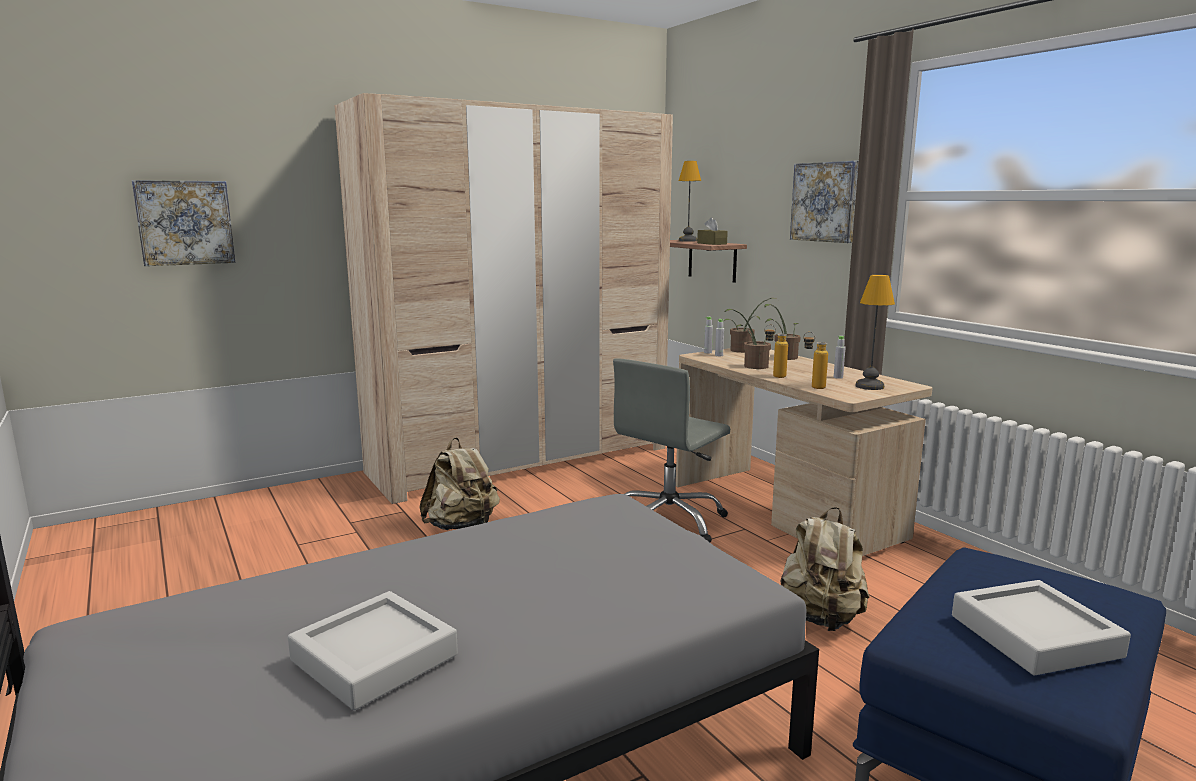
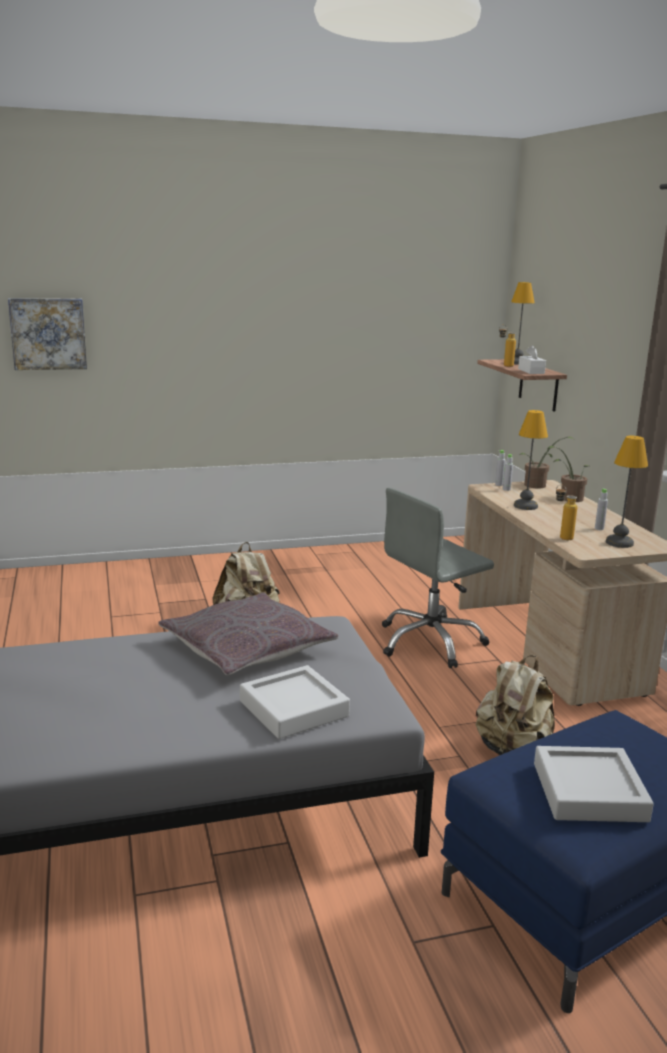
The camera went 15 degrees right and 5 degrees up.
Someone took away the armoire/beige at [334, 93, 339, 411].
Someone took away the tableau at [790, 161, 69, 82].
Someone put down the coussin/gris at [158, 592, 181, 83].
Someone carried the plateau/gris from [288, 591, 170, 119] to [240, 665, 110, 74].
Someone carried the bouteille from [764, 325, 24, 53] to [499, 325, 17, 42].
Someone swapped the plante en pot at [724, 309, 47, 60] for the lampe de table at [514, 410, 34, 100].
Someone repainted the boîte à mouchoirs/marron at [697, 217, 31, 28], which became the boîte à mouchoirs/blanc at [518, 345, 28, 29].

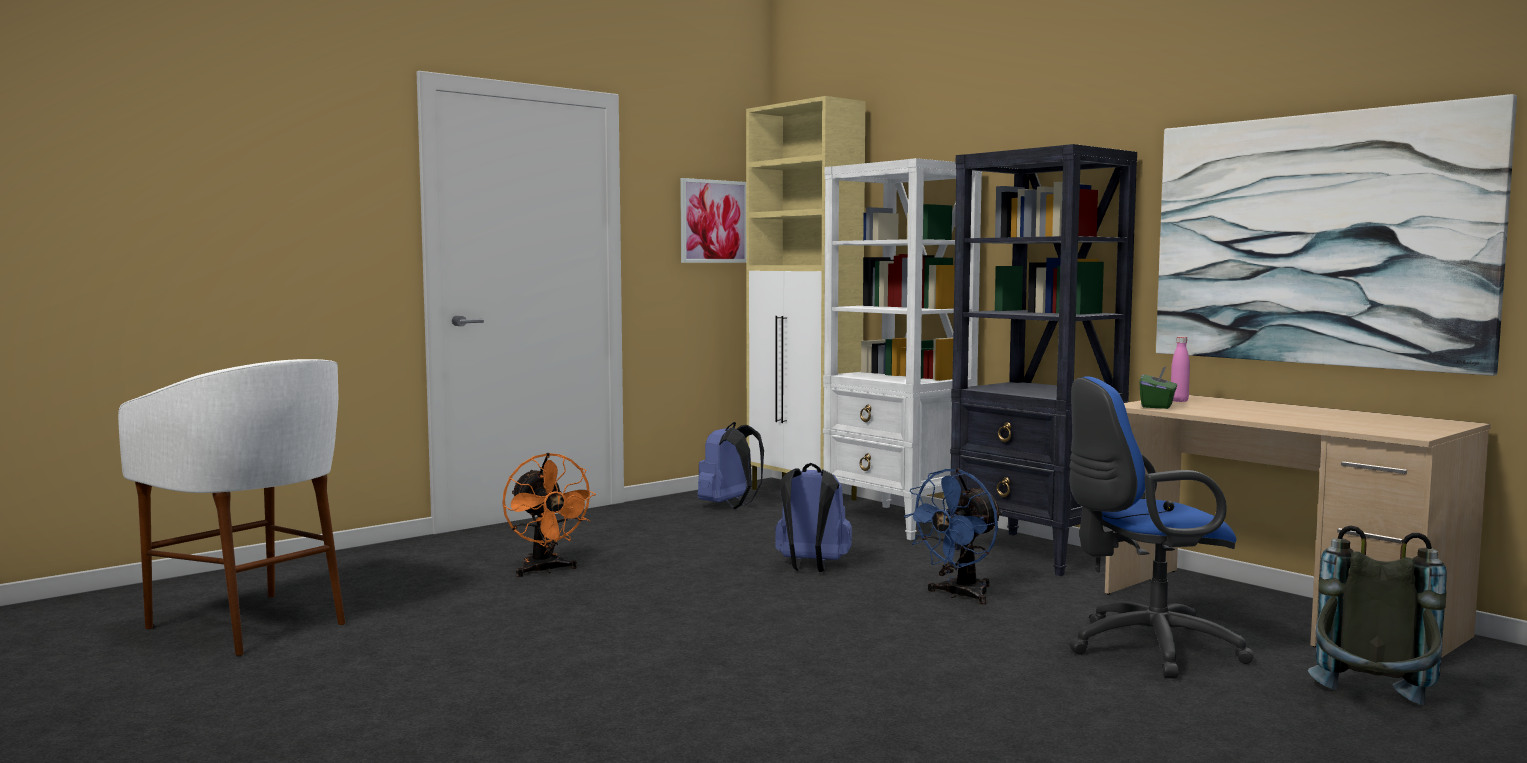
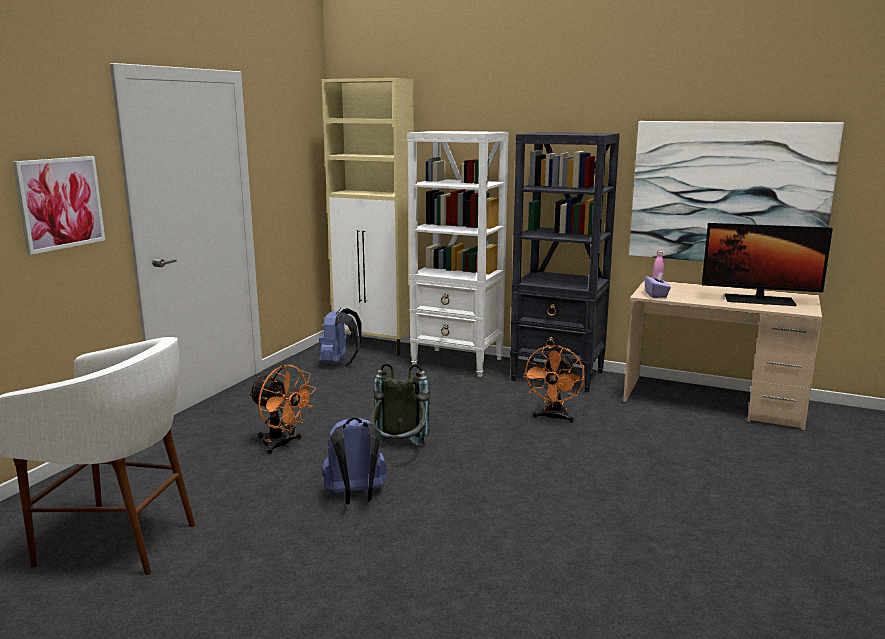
The camera went 25 degrees left and 10 degrees up.
Someone took away the chaise de bureau/bleu at [1069, 376, 185, 303].
Someone put down the écran d'ordinateur at [702, 223, 131, 83].
Someone carried the tableau from [680, 178, 66, 85] to [13, 156, 92, 99].
Someone carried the sac à dos/bleu from [775, 463, 77, 109] to [323, 417, 64, 88].
Someone carried the sac à dos/gris from [1308, 526, 139, 179] to [370, 363, 60, 83].
Someone repainted the ventilateur/bleu at [904, 469, 99, 135], which became the ventilateur/orange at [523, 345, 62, 78].
Someone repainted the boîte à mouchoirs/vert at [1140, 366, 37, 43], which became the boîte à mouchoirs/violet at [644, 272, 27, 26].

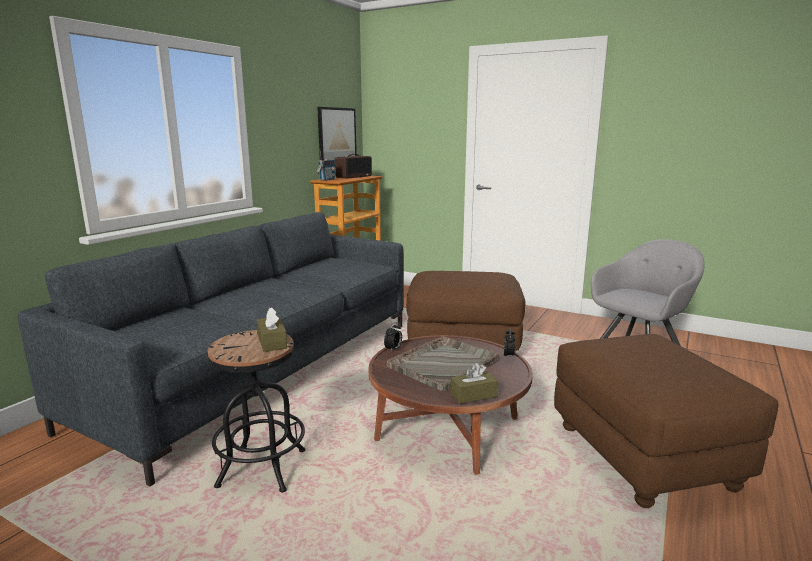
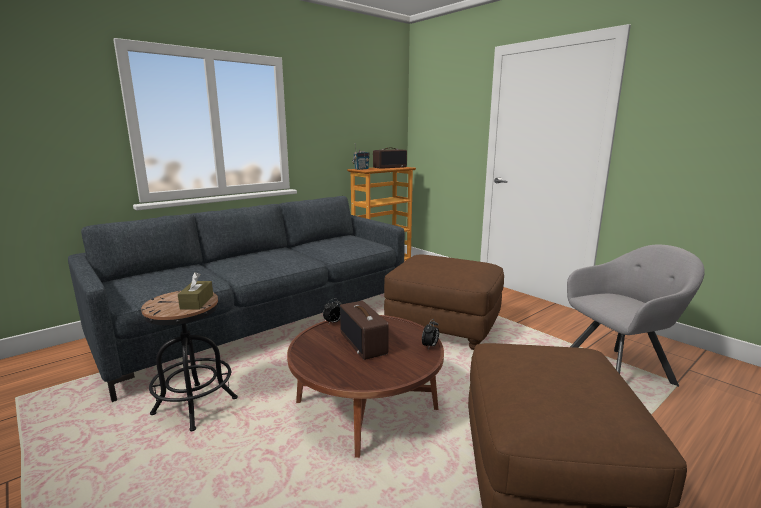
The camera went 20 degrees right and 0 degrees up.
Someone took away the tableau at [317, 107, 40, 54].
Someone took away the boîte à mouchoirs/marron at [450, 363, 48, 41].
Someone swapped the plateau/gris at [386, 336, 113, 56] for the radio at [340, 301, 49, 59].

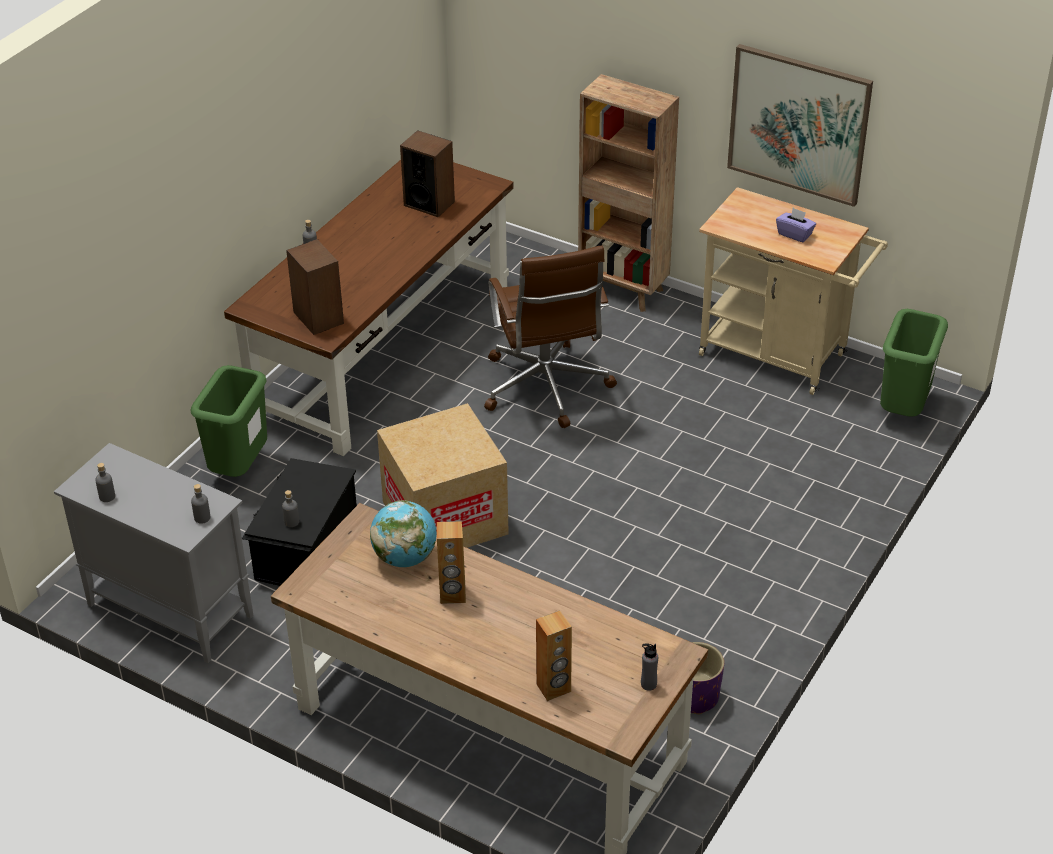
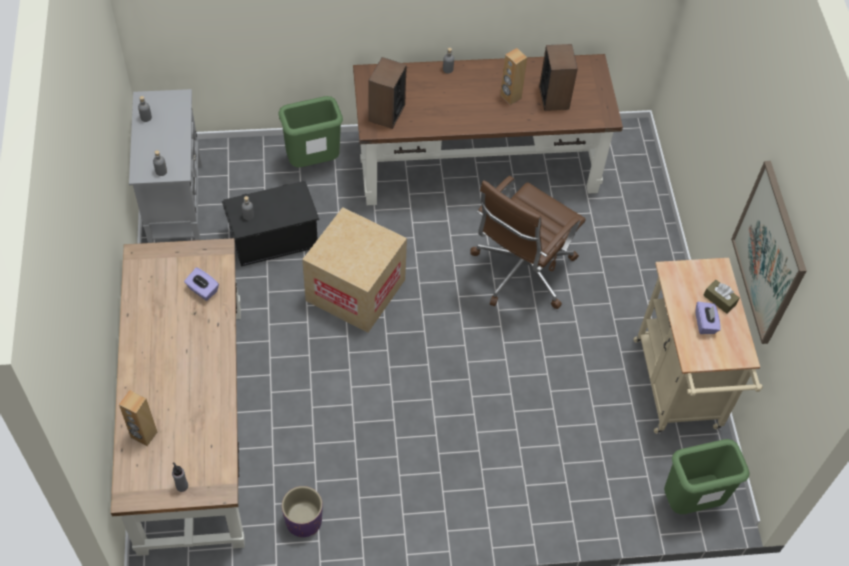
The camera went 50 degrees right and 15 degrees up.
Someone took away the bibliothèque/marron at [578, 74, 101, 238].
Someone put down the boîte à mouchoirs/marron at [703, 280, 37, 34].
Someone carried the enceinte/marron from [437, 521, 29, 83] to [500, 48, 27, 57].
Someone swapped the globe at [370, 500, 67, 67] for the boîte à mouchoirs/violet at [184, 267, 35, 34].

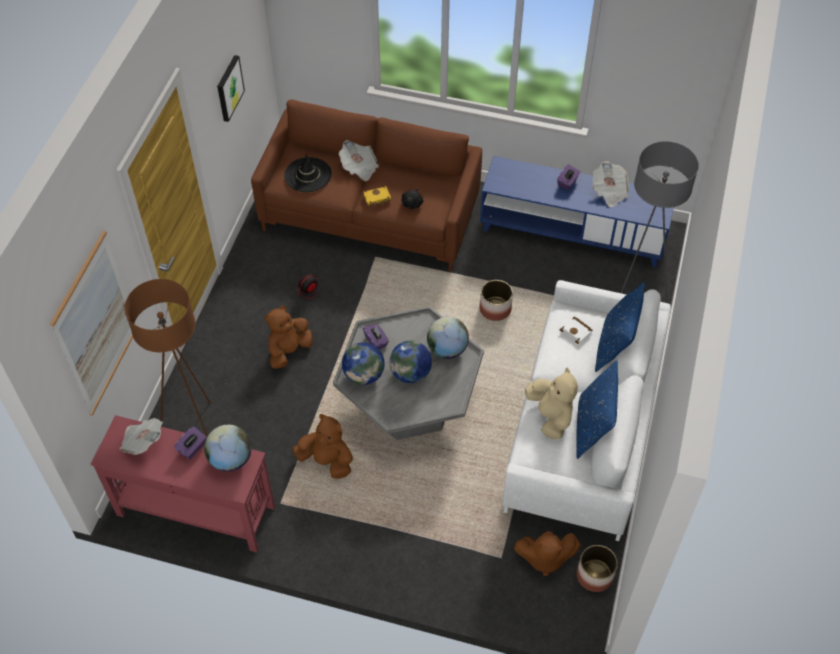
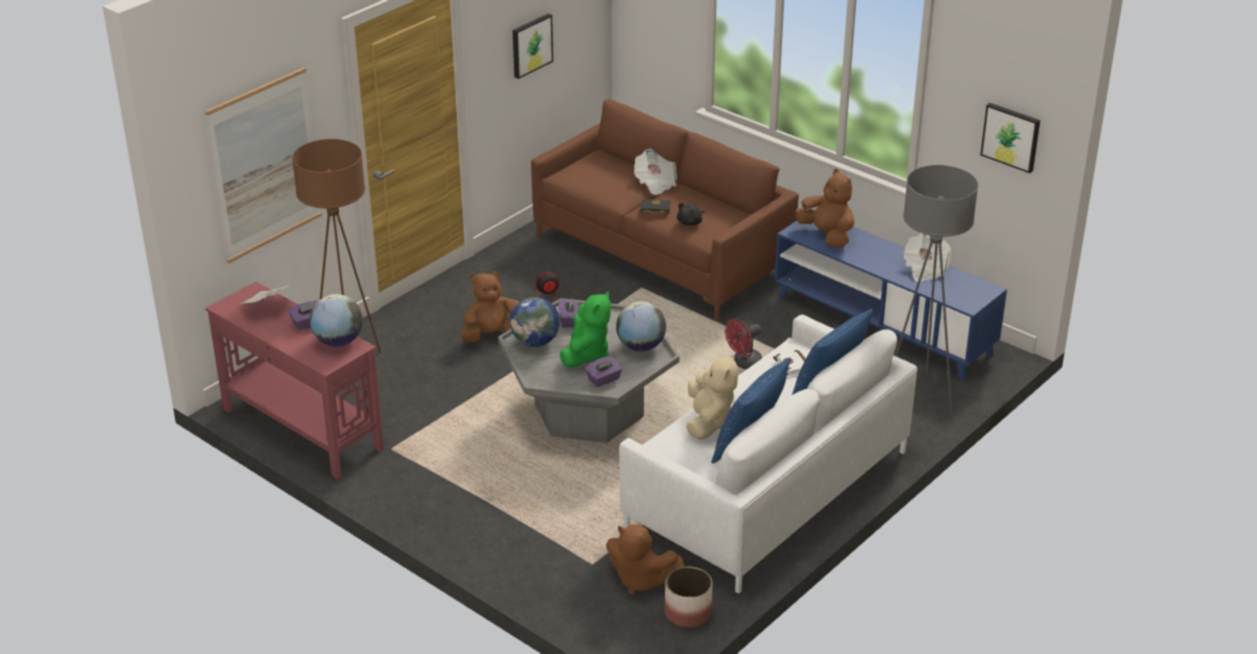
The camera went 25 degrees right and 20 degrees down.
Someone took away the chapeau/noir at [284, 154, 48, 38].
Someone put up the tableau at [980, 103, 60, 70].
Someone carried the peluche/marron from [292, 414, 61, 65] to [795, 169, 59, 79].
Someone carried the boîte à mouchoirs/violet from [557, 164, 23, 26] to [585, 356, 37, 31].
Someone swapped the globe at [389, 341, 43, 42] for the peluche/vert at [560, 291, 51, 77].
Someone swapped the cache-pot at [480, 280, 33, 41] for the ventilateur/rouge at [725, 319, 37, 50].
Someone repainted the livre/jaune at [364, 186, 27, 20], which became the livre/noir at [641, 198, 30, 17].

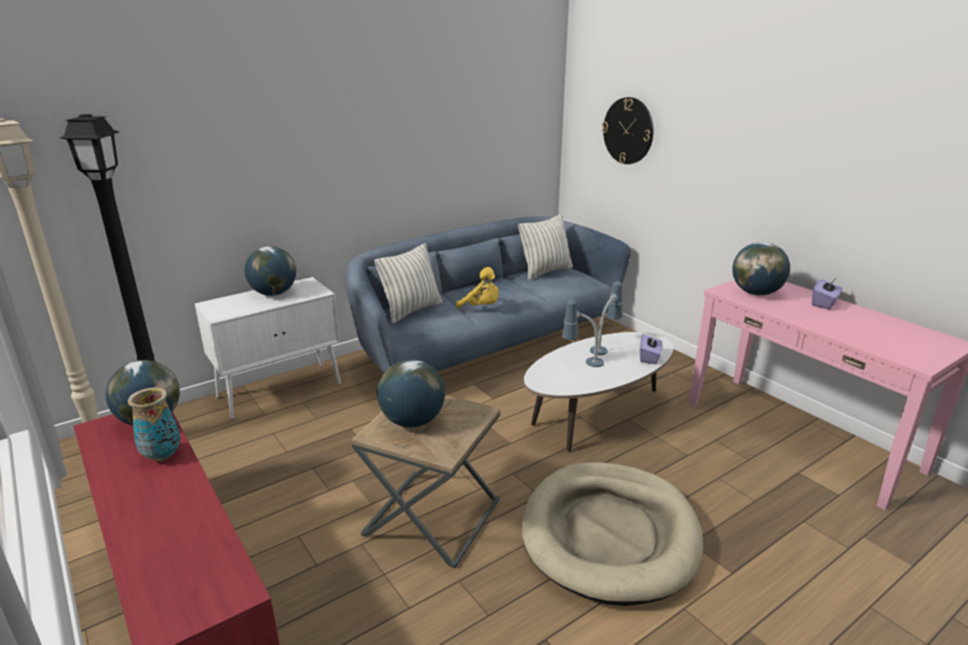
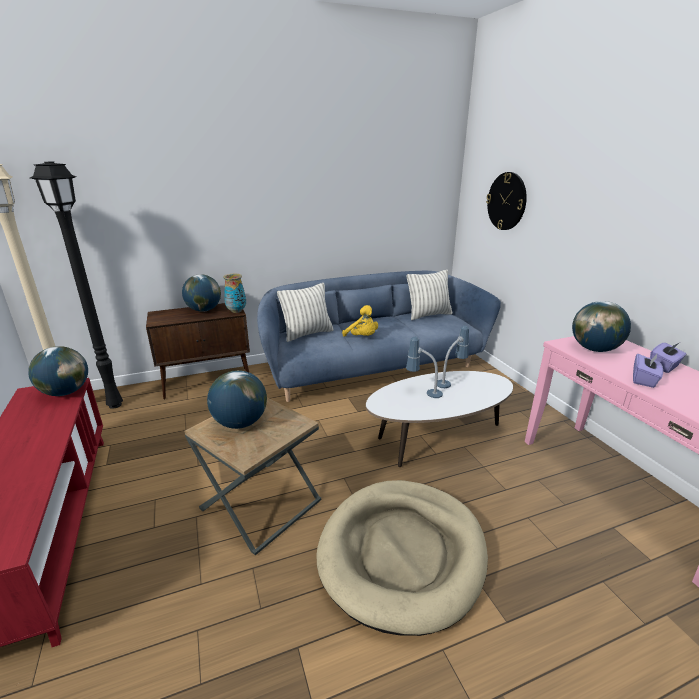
The camera went 15 degrees right and 0 degrees up.
Someone carried the vase from [128, 388, 53, 73] to [223, 274, 23, 39].
Someone carried the boîte à mouchoirs/violet from [640, 333, 23, 31] to [633, 354, 30, 34].
Someone repainted the meuble de rangement/blanc at [195, 277, 146, 143], which became the meuble de rangement/marron at [146, 303, 104, 97].

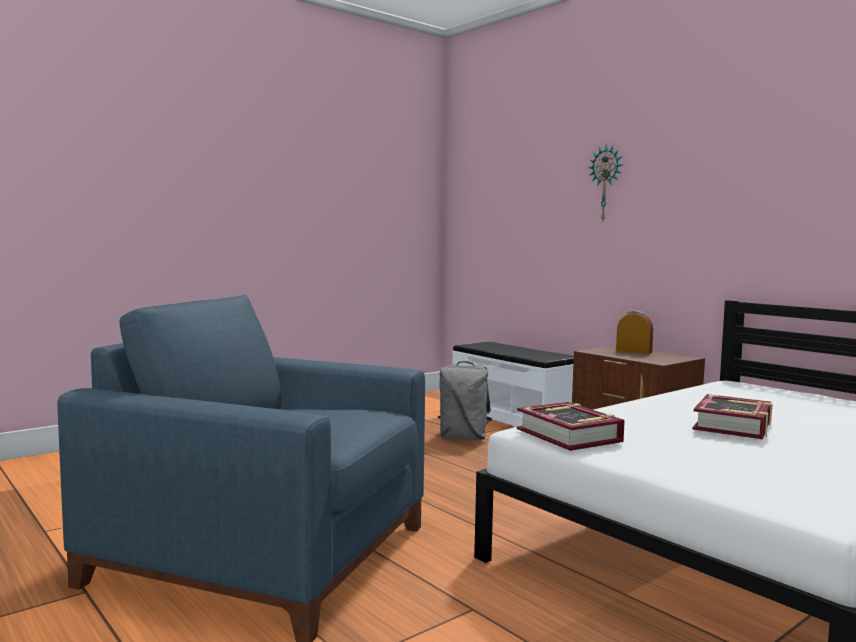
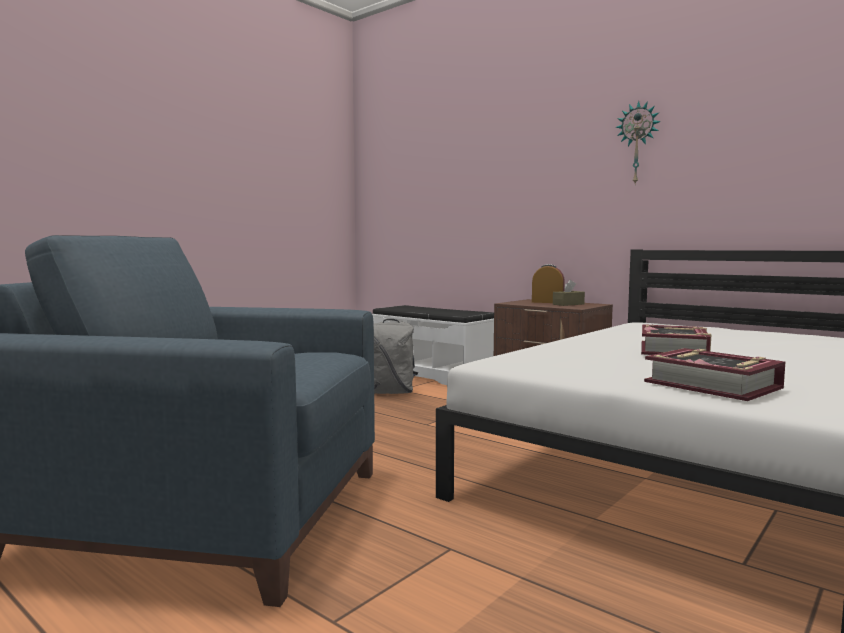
The camera went 10 degrees left and 0 degrees up.
Someone put down the boîte à mouchoirs/marron at [553, 280, 32, 26].
Someone carried the livre from [517, 402, 108, 49] to [644, 348, 141, 53].
Someone carried the horloge murale from [588, 144, 35, 79] to [615, 101, 46, 83].

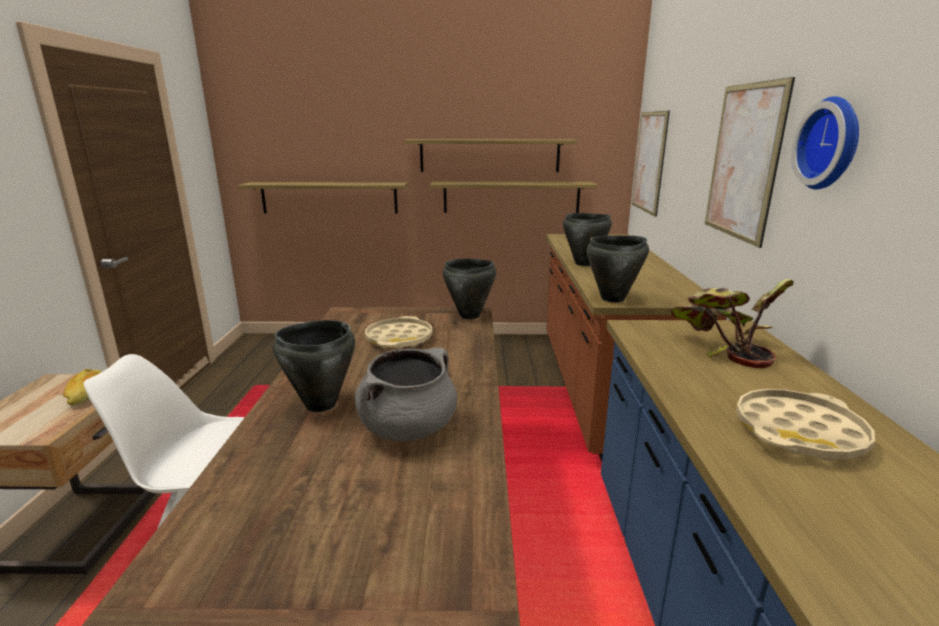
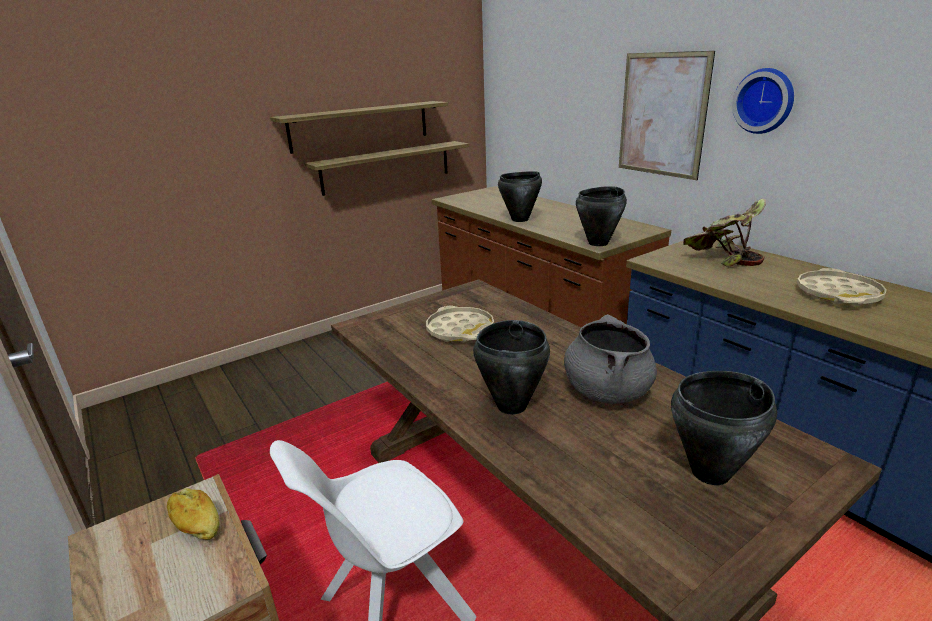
The camera went 35 degrees left and 5 degrees up.
Someone took away the étagère at [238, 182, 170, 32].
Someone took away the tableau at [632, 111, 38, 106].
Someone carried the marmite/noir from [443, 259, 54, 60] to [671, 371, 106, 114].

